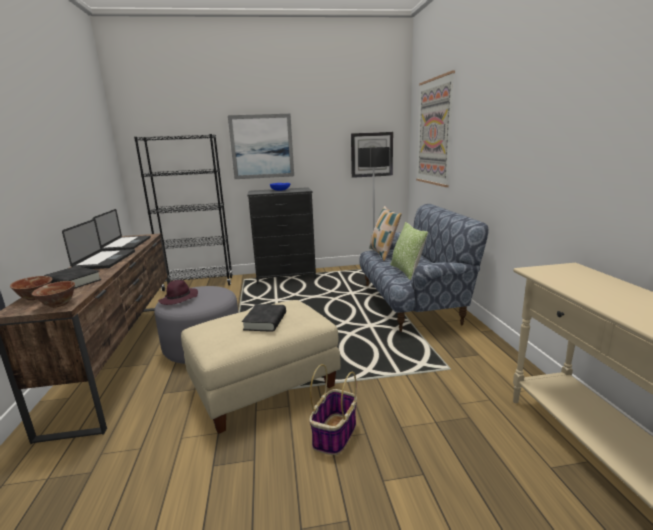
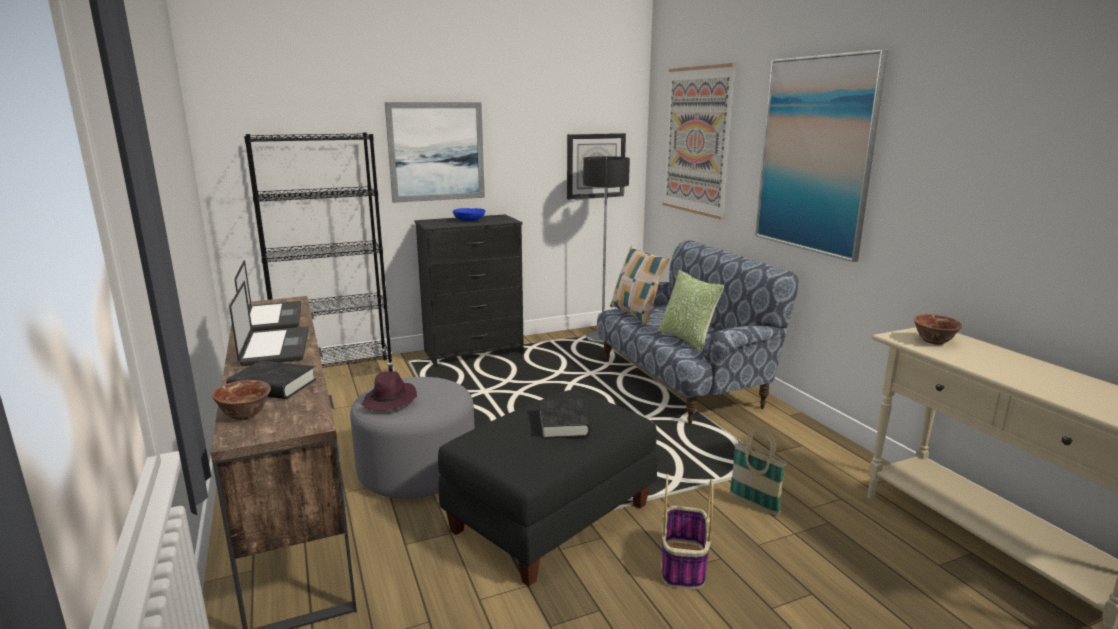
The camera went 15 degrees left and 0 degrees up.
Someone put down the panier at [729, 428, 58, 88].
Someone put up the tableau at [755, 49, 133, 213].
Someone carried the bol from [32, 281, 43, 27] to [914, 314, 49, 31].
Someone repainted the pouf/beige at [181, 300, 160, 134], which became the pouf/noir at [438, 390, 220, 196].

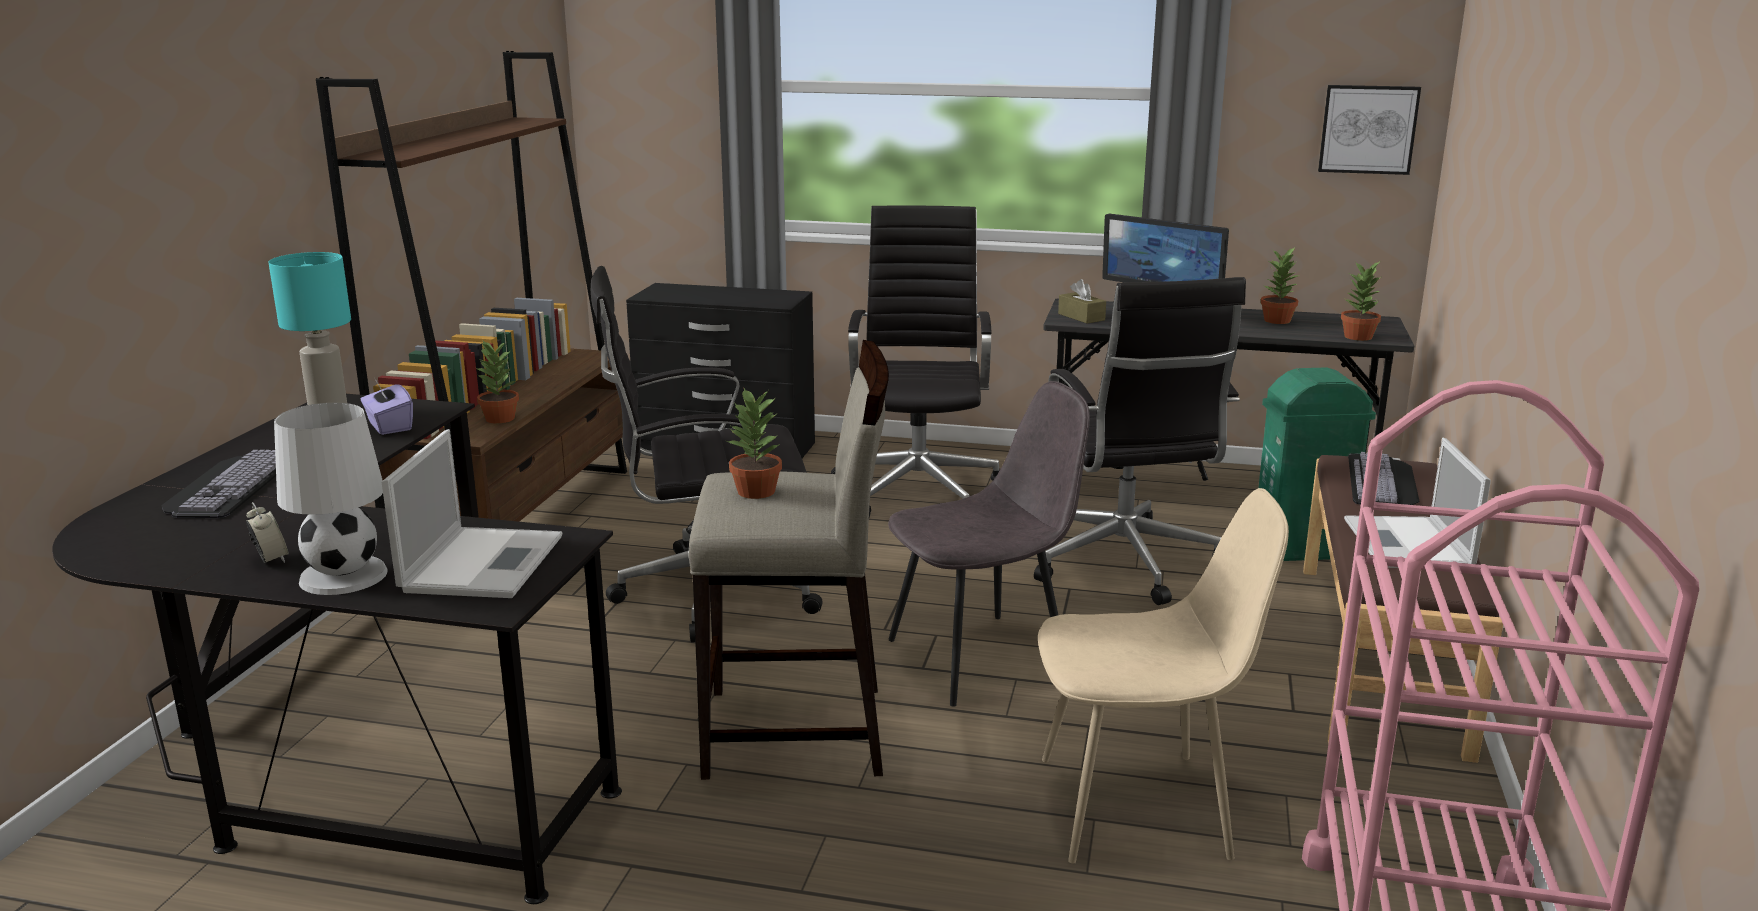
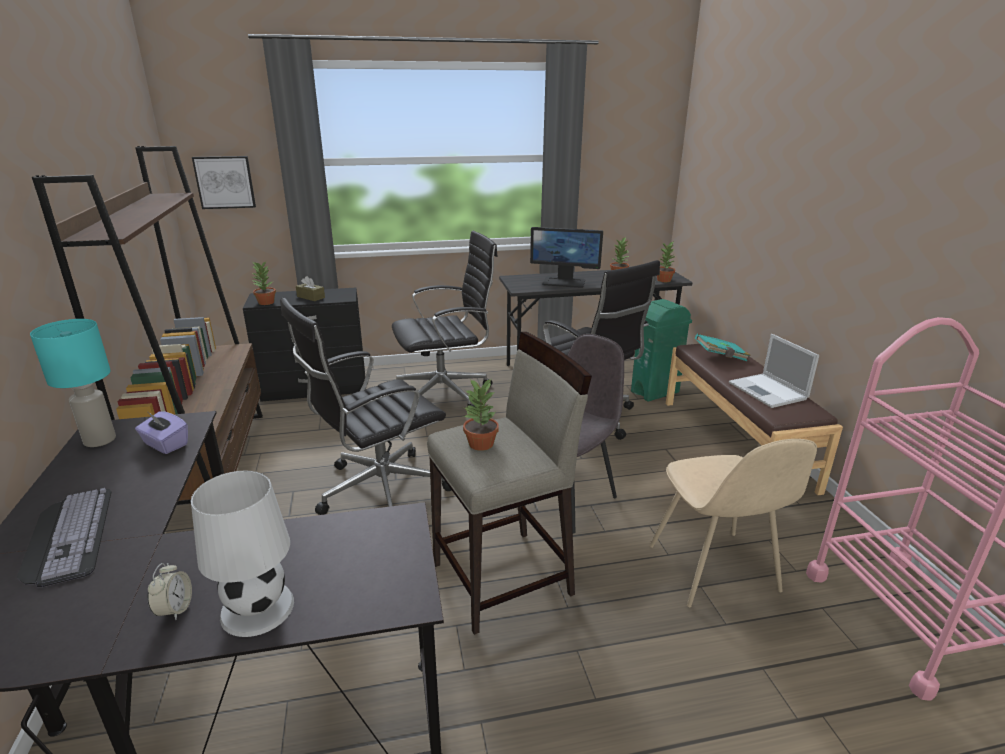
The camera went 25 degrees left and 5 degrees up.
Someone took away the ordinateur portable at [382, 429, 180, 169].
Someone carried the plante en pot from [476, 341, 43, 83] to [251, 262, 25, 43].
Someone carried the boîte à mouchoirs/marron from [1058, 279, 48, 45] to [296, 276, 29, 25].
Someone carried the tableau from [1318, 85, 103, 90] to [192, 156, 64, 53].
Someone swapped the clavier at [1348, 452, 71, 53] for the livre/turquoise at [695, 334, 56, 27].
Someone rotated the réveil at [246, 502, 43, 61] by 60 degrees clockwise.
Someone rotated the chaise de bureau/noir at [831, 205, 169, 312] by 90 degrees clockwise.
Someone rotated the chaise/beige at [1038, 488, 251, 375] by 105 degrees clockwise.

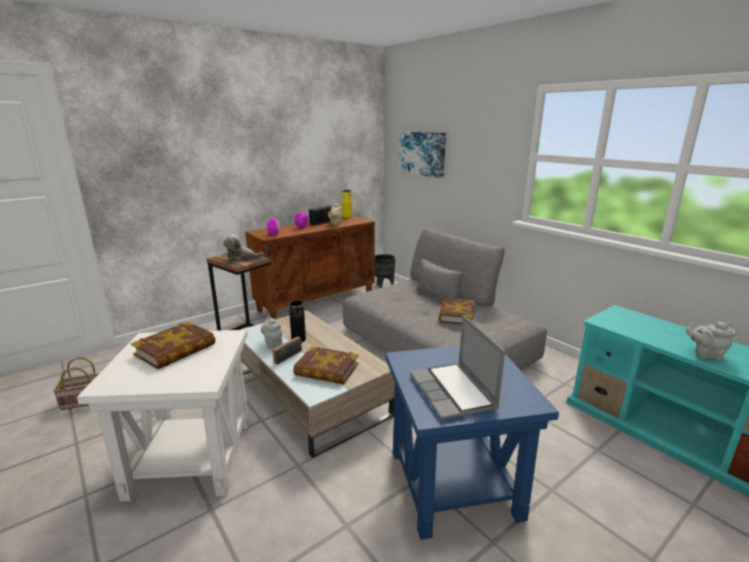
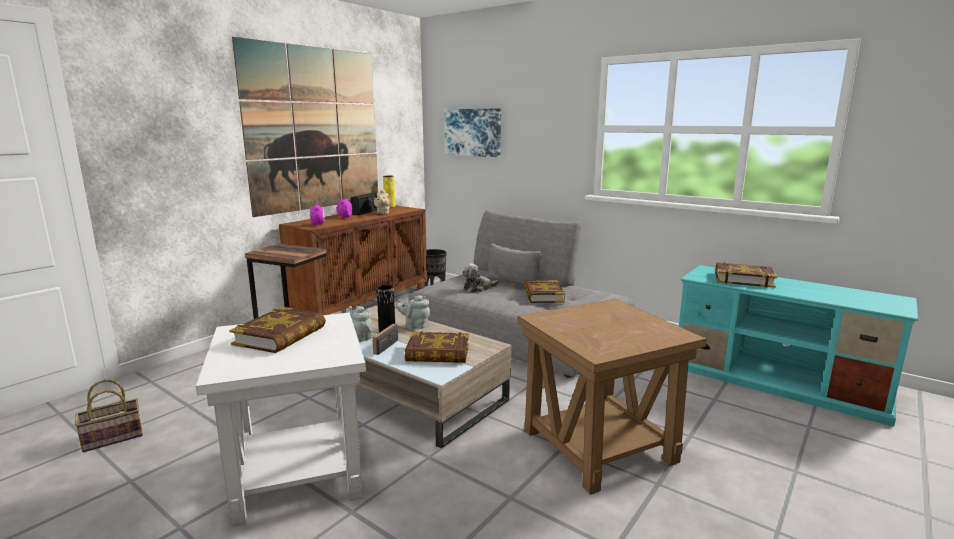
The camera went 15 degrees left and 5 degrees down.
Someone took away the ordinateur portable at [410, 315, 95, 105].
Someone put up the tableau at [232, 37, 146, 180].
Someone put down the livre at [715, 262, 62, 26].
Someone carried the peluche from [223, 235, 41, 27] to [462, 264, 37, 28].
Someone carried the théière/gris from [686, 322, 49, 39] to [396, 295, 35, 34].
Someone repainted the table d'appoint/bleu at [386, 346, 173, 194], which became the table d'appoint/marron at [517, 299, 190, 196].

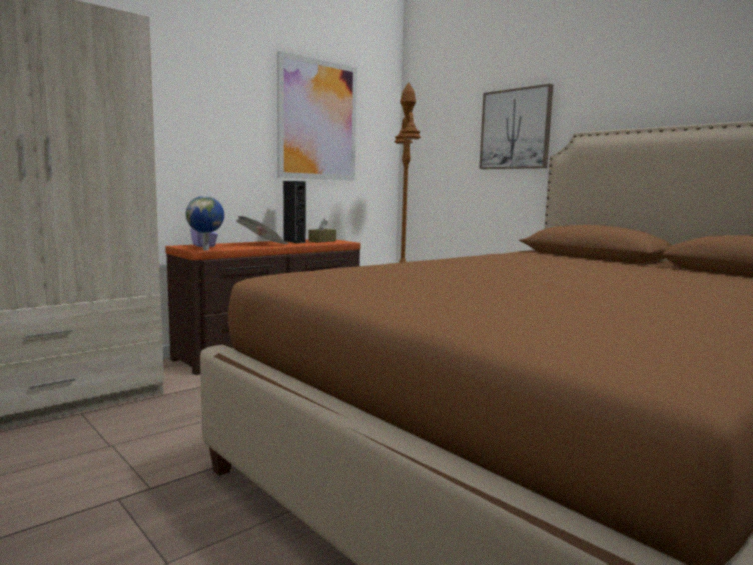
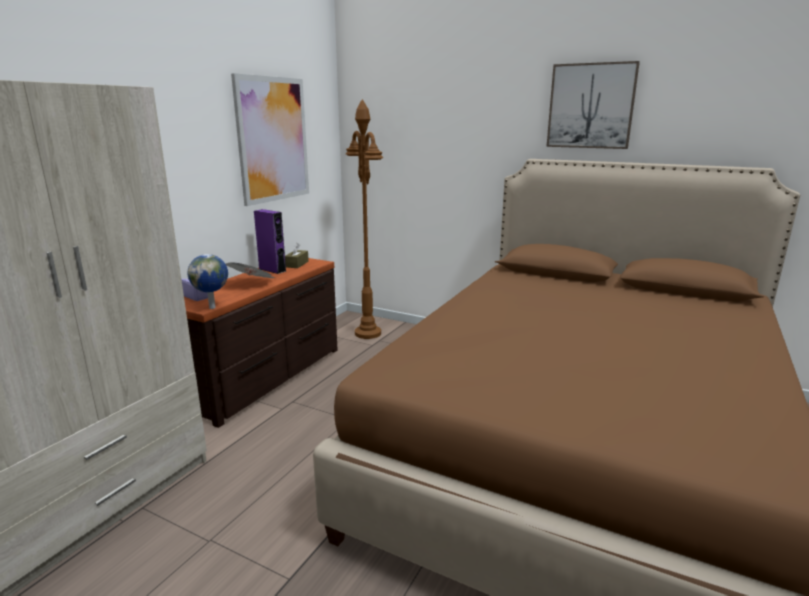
The camera went 20 degrees left and 10 degrees up.
Someone carried the tableau from [479, 84, 74, 85] to [546, 61, 94, 88].
Someone repainted the enceinte/noir at [283, 181, 23, 62], which became the enceinte/violet at [254, 209, 32, 65].

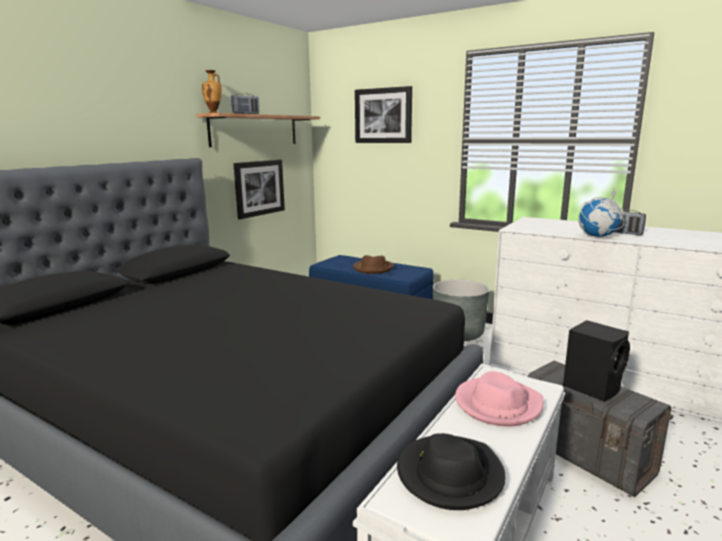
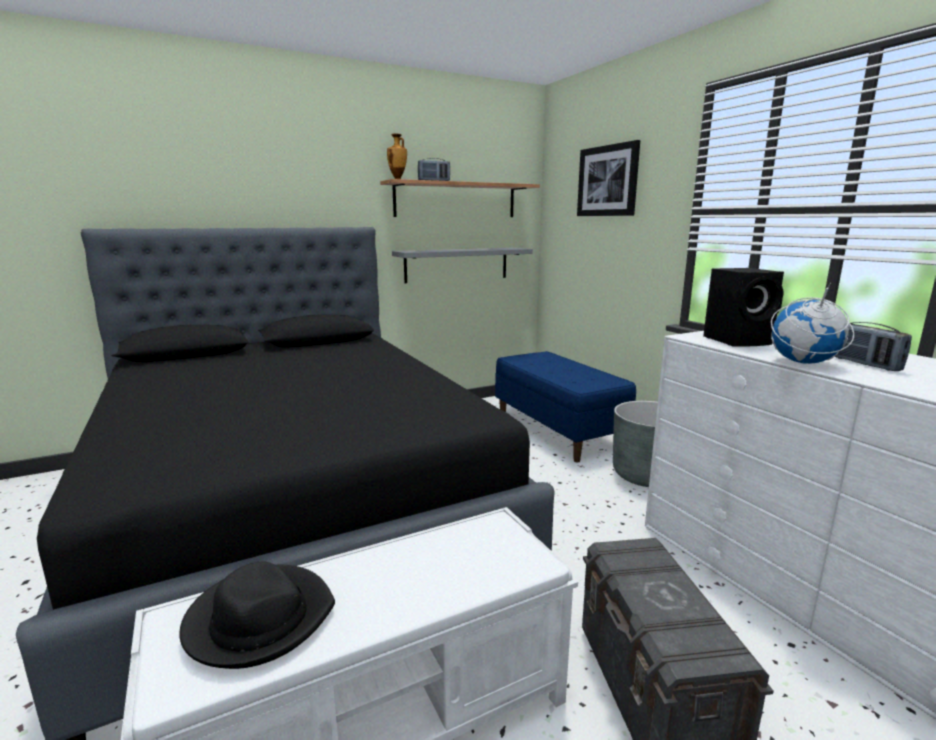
The camera went 30 degrees right and 0 degrees up.
Someone took away the chapeau/marron at [353, 255, 41, 19].
Someone took away the chapeau/rose at [455, 371, 89, 56].
Someone carried the enceinte/noir from [563, 320, 67, 82] to [703, 268, 81, 79].
Someone swapped the tableau at [233, 160, 52, 59] for the étagère/gris at [392, 248, 141, 35].

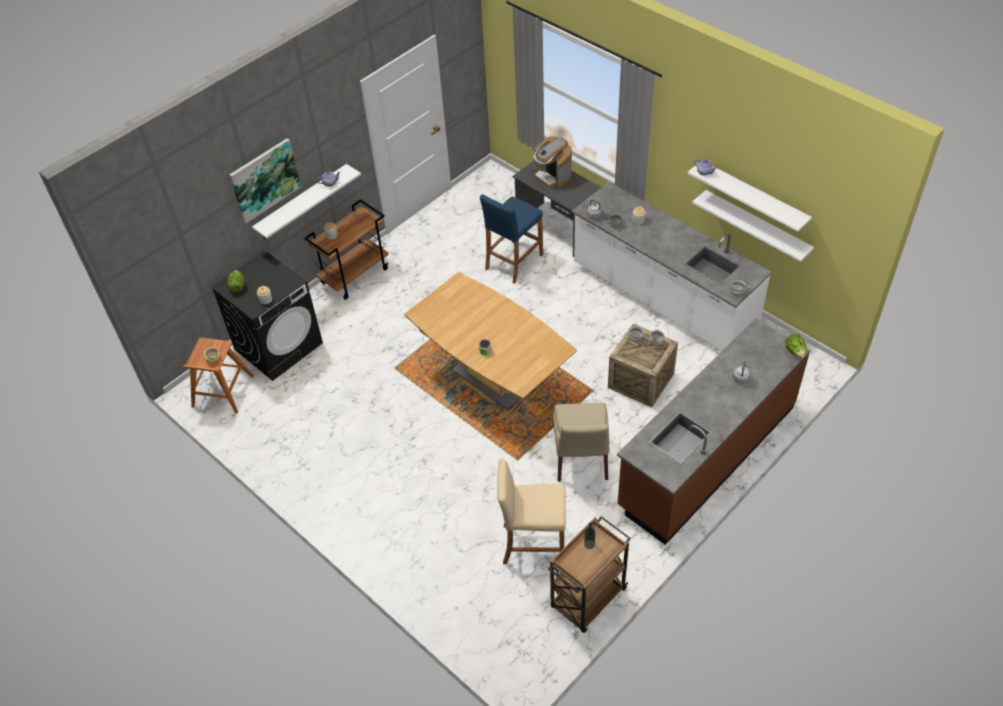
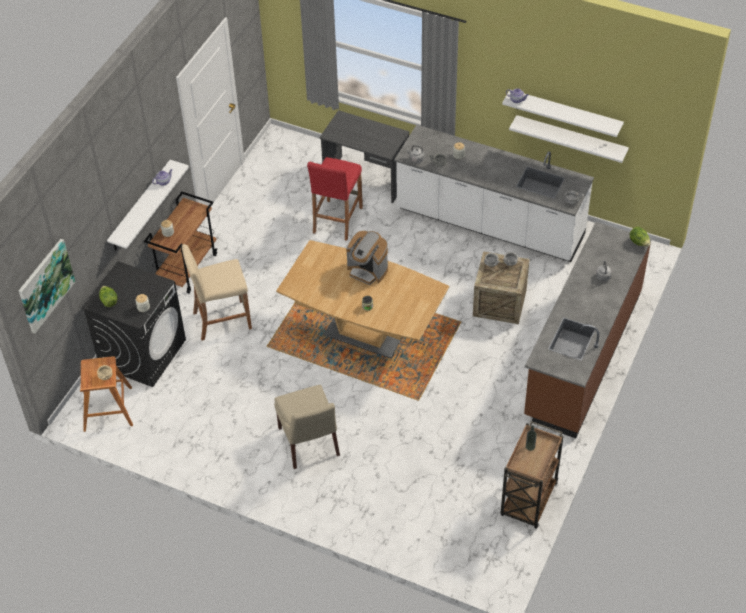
The camera went 20 degrees left and 0 degrees up.
Someone carried the tableau from [229, 138, 72, 85] to [19, 239, 56, 94].
Someone carried the tabouret/beige from [497, 458, 69, 106] to [182, 244, 70, 96].
Someone carried the machine à café from [534, 136, 38, 52] to [346, 231, 42, 54].
Someone carried the chaise/beige from [553, 403, 56, 79] to [274, 385, 66, 84].
Someone repainted the tabouret/bleu at [480, 194, 63, 90], which became the tabouret/rouge at [307, 157, 56, 84].

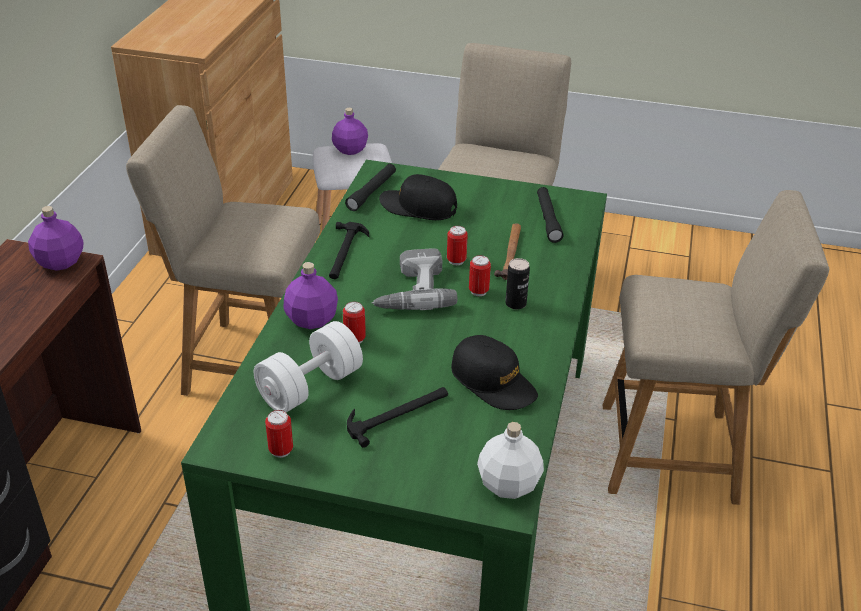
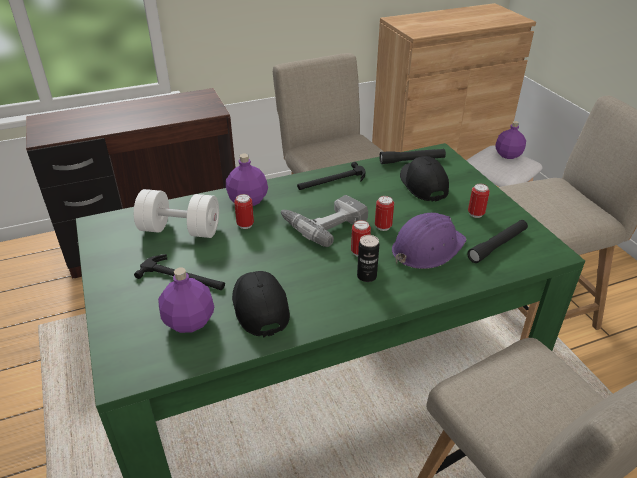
The camera went 55 degrees right and 0 degrees up.
Someone took away the bouteille/blanc at [477, 422, 67, 77].
Someone carried the bouteille/violet from [28, 206, 56, 65] to [158, 268, 56, 65].
Someone carried the boîte métallique from [265, 410, 28, 48] to [468, 184, 22, 34].
Someone swapped the marteau at [494, 223, 27, 57] for the casque de chantier/violet at [392, 213, 74, 56].
Someone rotated the casquette/noir at [451, 335, 87, 75] by 150 degrees clockwise.

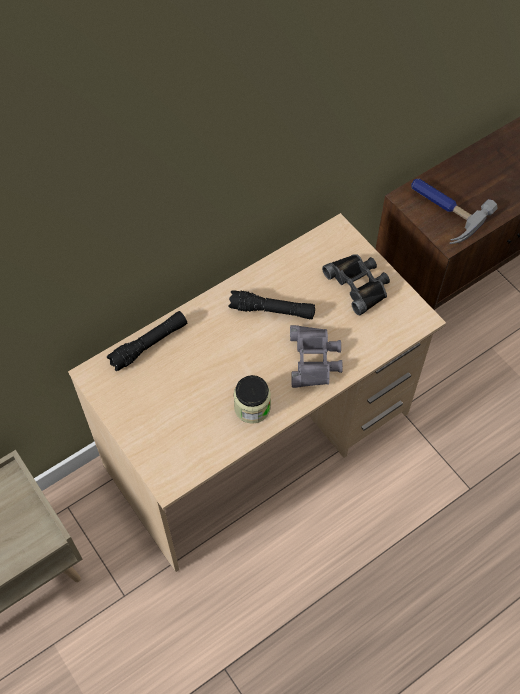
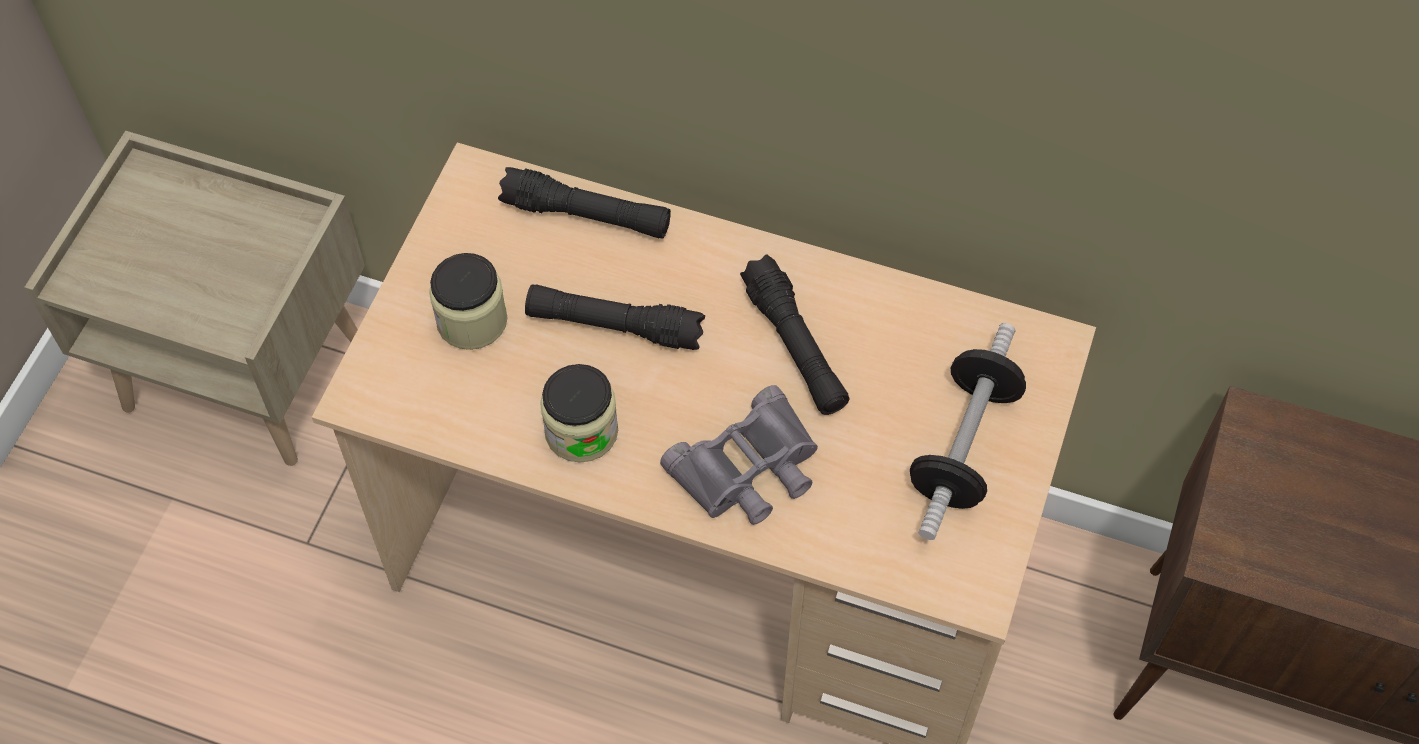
The camera went 55 degrees right and 0 degrees up.
Someone took away the marteau at [411, 179, 87, 65].
Someone put down the bocal at [429, 253, 79, 97].
Someone put down the lampe de poche/noir at [525, 284, 180, 66].
Someone swapped the jumelles/noir at [322, 254, 68, 62] for the haltère at [910, 323, 116, 217].

